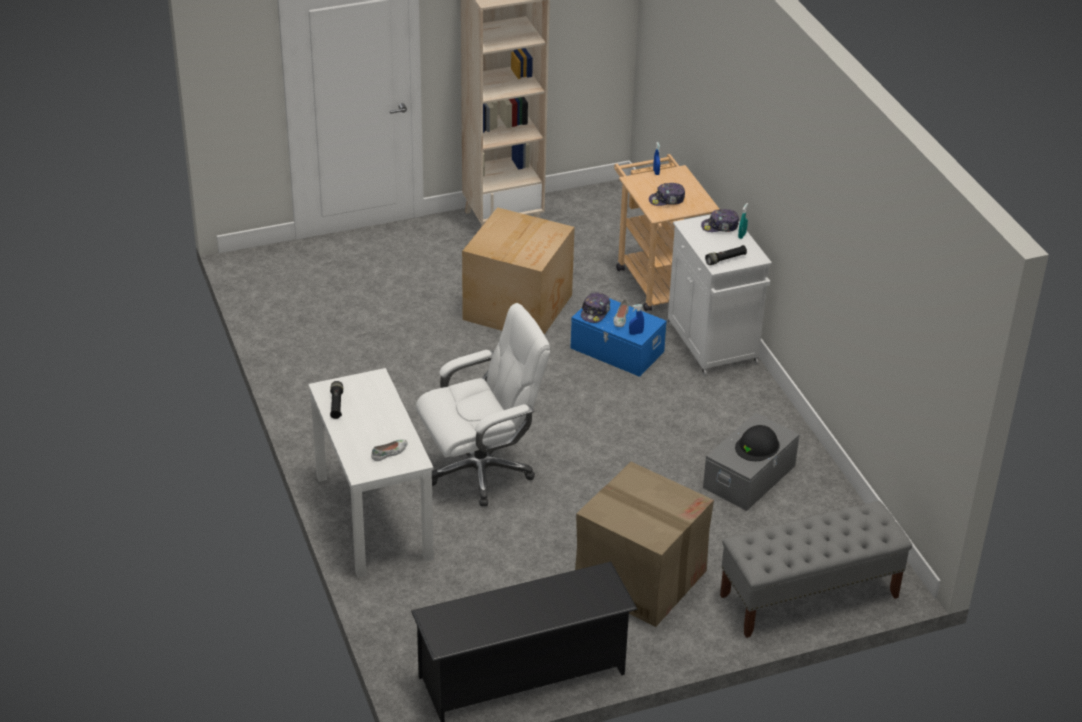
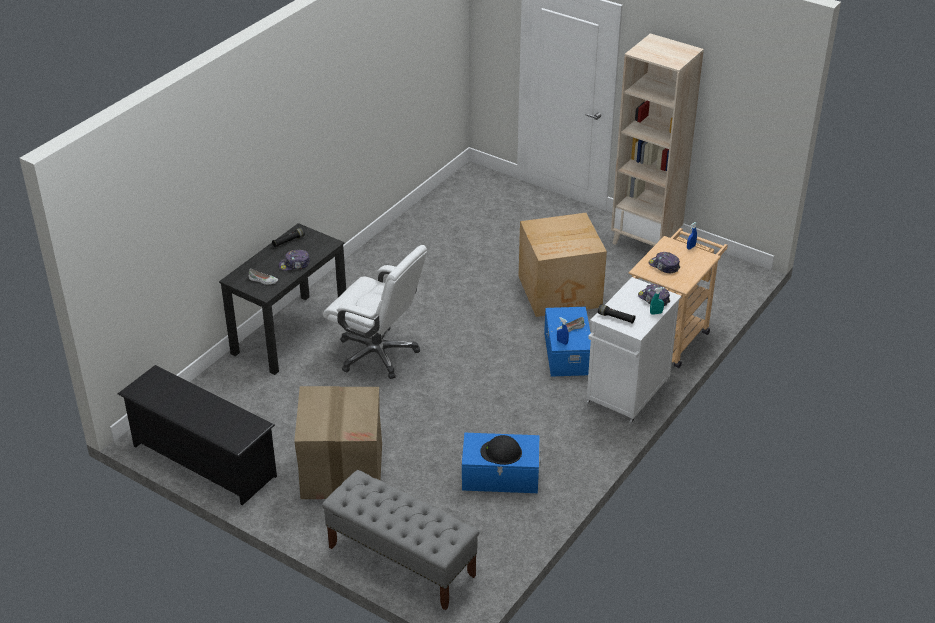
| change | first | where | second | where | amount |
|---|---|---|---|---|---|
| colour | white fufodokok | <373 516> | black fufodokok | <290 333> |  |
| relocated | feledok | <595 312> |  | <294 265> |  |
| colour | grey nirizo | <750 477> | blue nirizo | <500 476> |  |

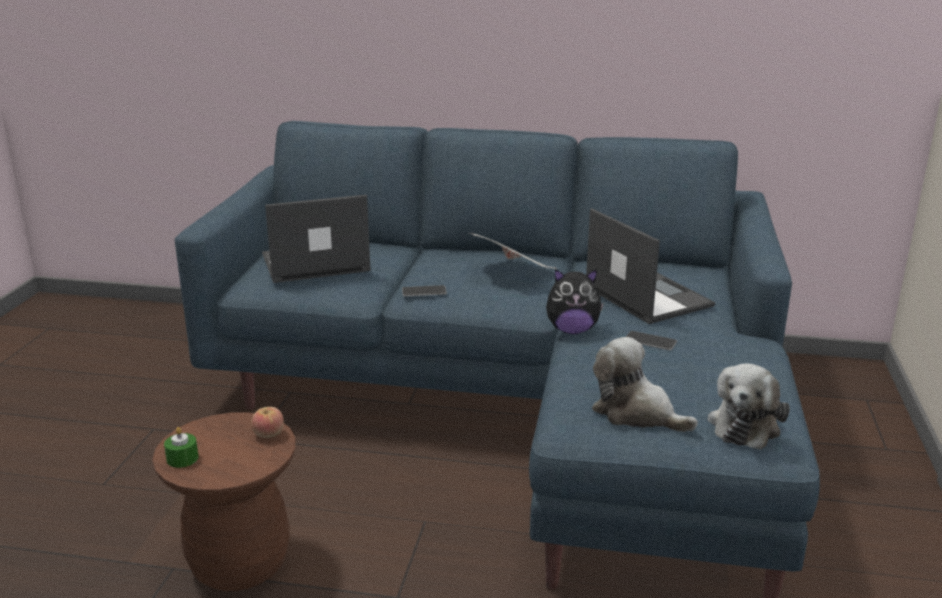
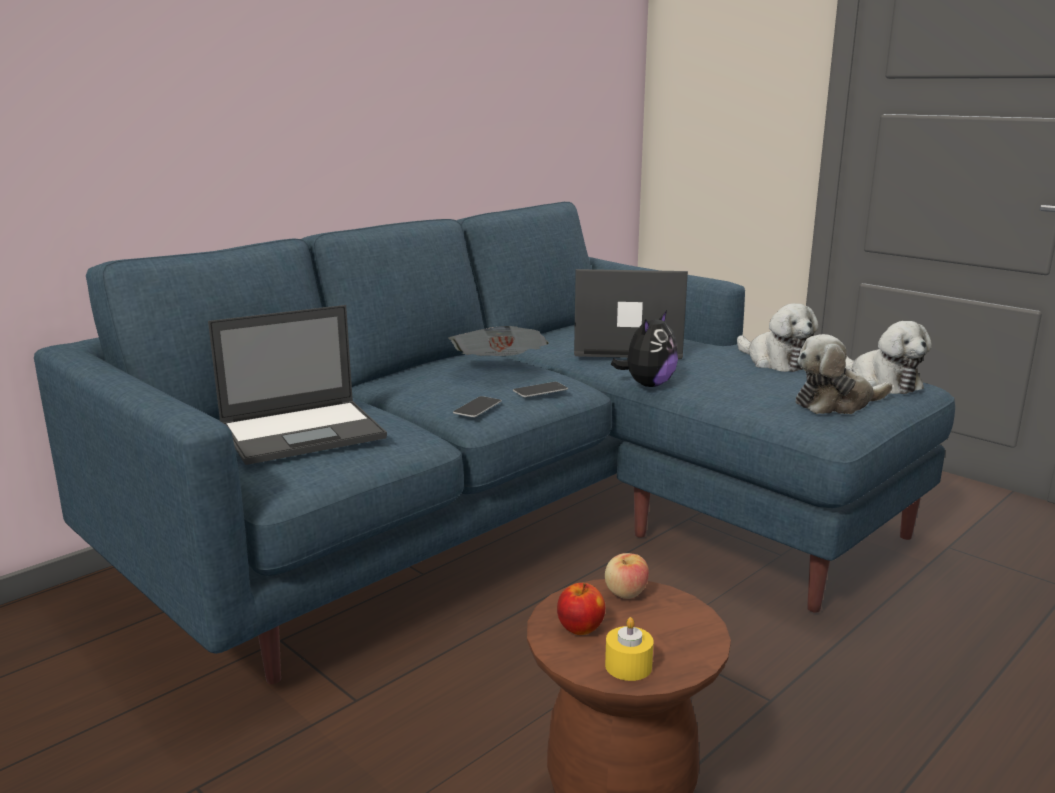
| change | first | where | second | where | amount |
|---|---|---|---|---|---|
| colour | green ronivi | <182 458> | yellow ronivi | <628 666> |  |
| spun | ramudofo | <314 263> |  | <304 432> | 135 degrees counterclockwise |
| relocated | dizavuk | <650 341> |  | <540 390> |  |
| appeared |  |  | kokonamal | <580 628> |  |
| appeared |  |  | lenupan | <775 361> |  |

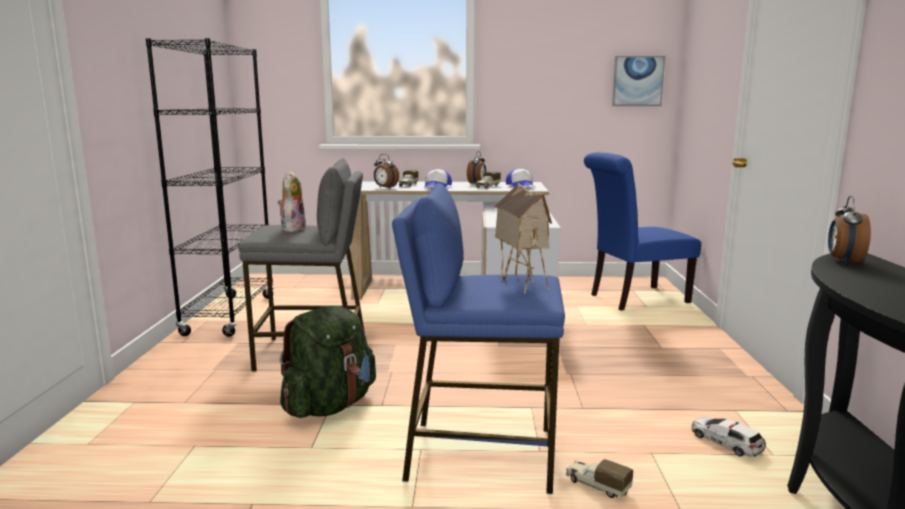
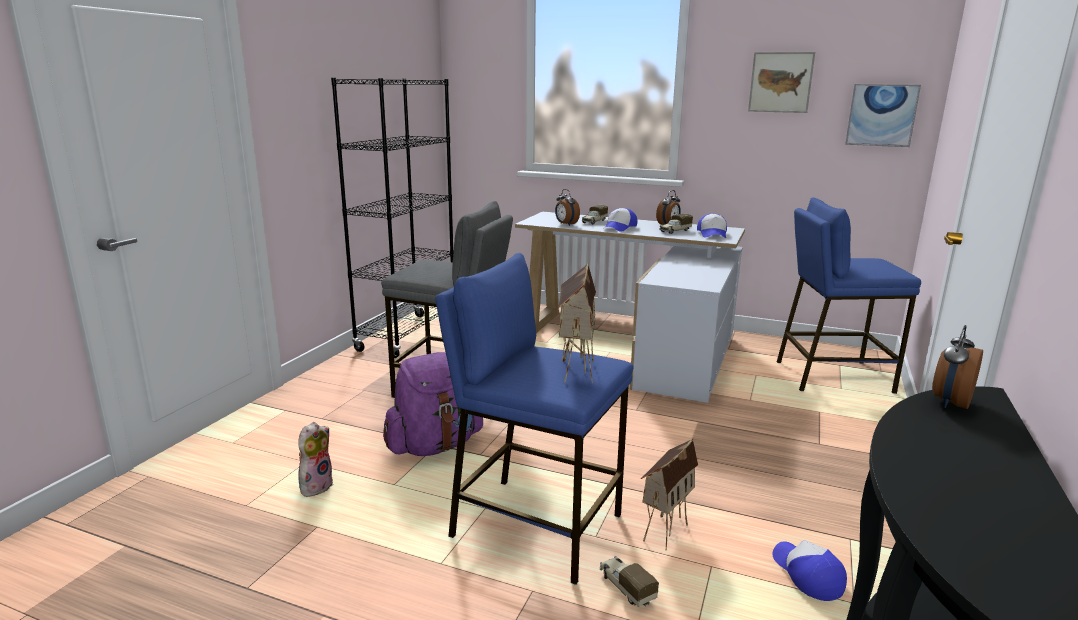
| change | first | where | second | where | amount |
|---|---|---|---|---|---|
| relocated | lenupan | <292 229> |  | <316 485> |  |
| colour | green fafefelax | <330 406> | purple fafefelax | <434 446> |  |
| exchanged | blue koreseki | <633 298> | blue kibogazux | <832 376> |  |
| exchanged | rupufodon | <725 442> | feledok | <807 574> |  |
| appeared |  |  | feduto | <664 528> |  |
| appeared |  |  | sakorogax | <780 82> |  |

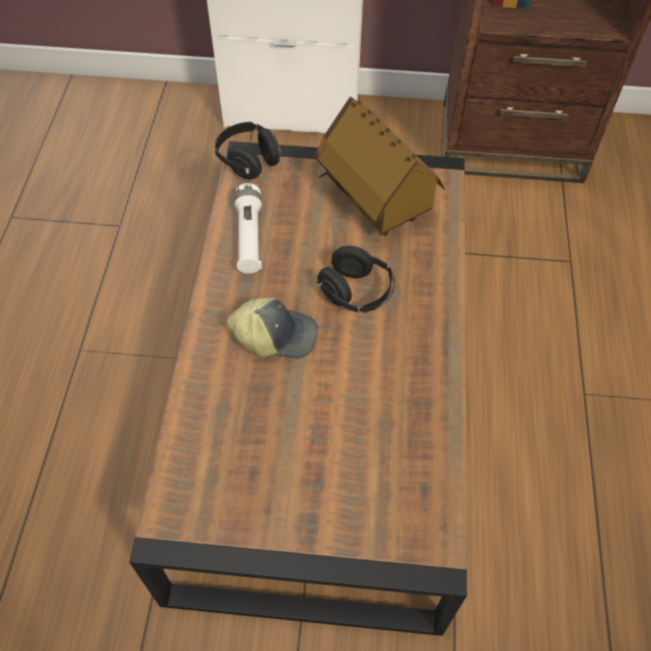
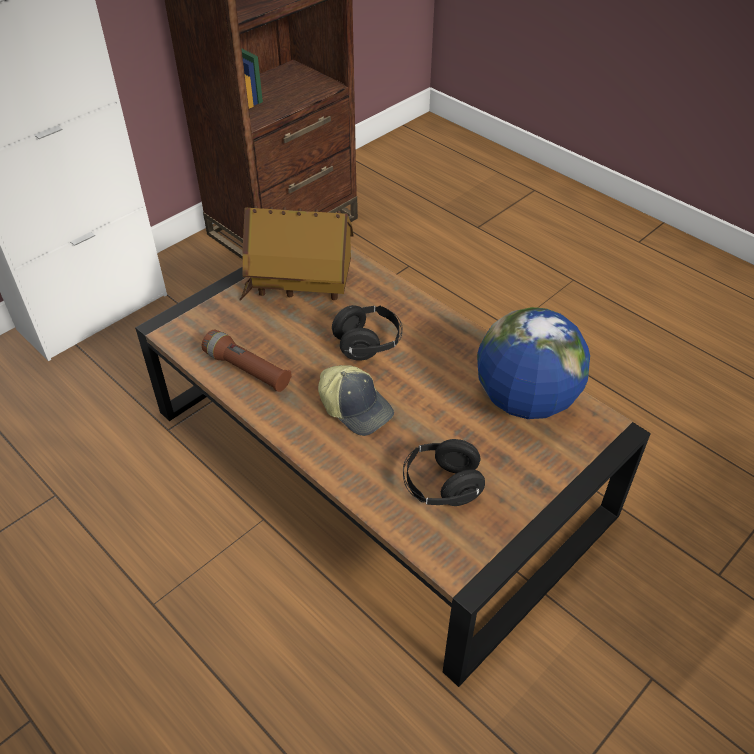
| change | first | where | second | where | amount |
|---|---|---|---|---|---|
| relocated | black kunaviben | <248 161> |  | <441 486> |  |
| spun | feledok | <275 335> |  | <356 408> | 90 degrees clockwise |
| colour | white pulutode | <249 236> | brown pulutode | <247 370> |  |
| appeared |  |  | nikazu | <525 401> |  |

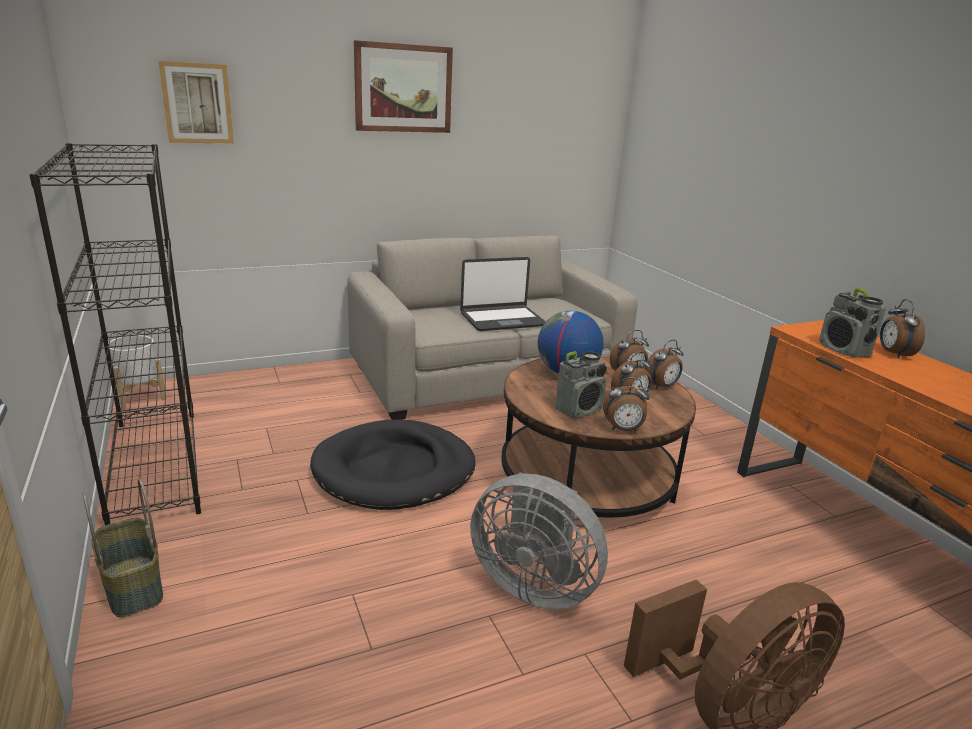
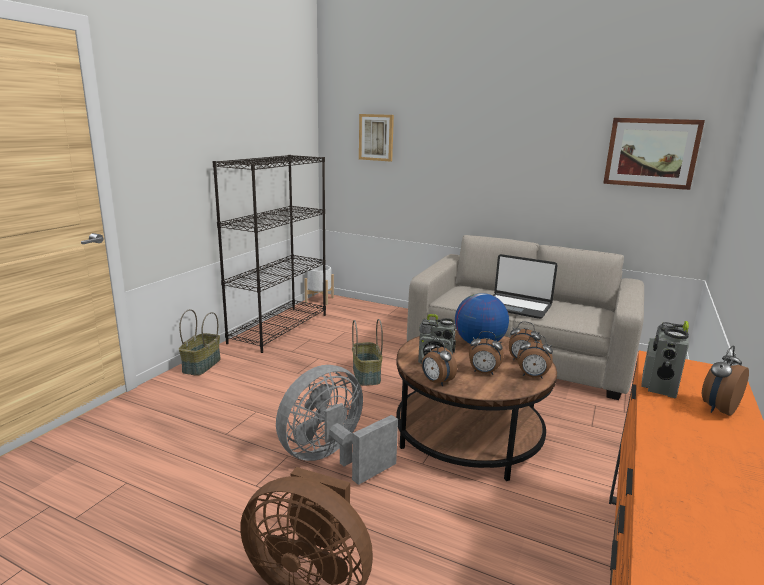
| change | first | where | second | where | amount |
|---|---|---|---|---|---|
| exchanged | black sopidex | <394 470> | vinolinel | <367 375> |  |
| relocated | sakorogax | <403 88> |  | <651 153> |  |
| spun | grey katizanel | <534 584> |  | <332 459> | 60 degrees clockwise |

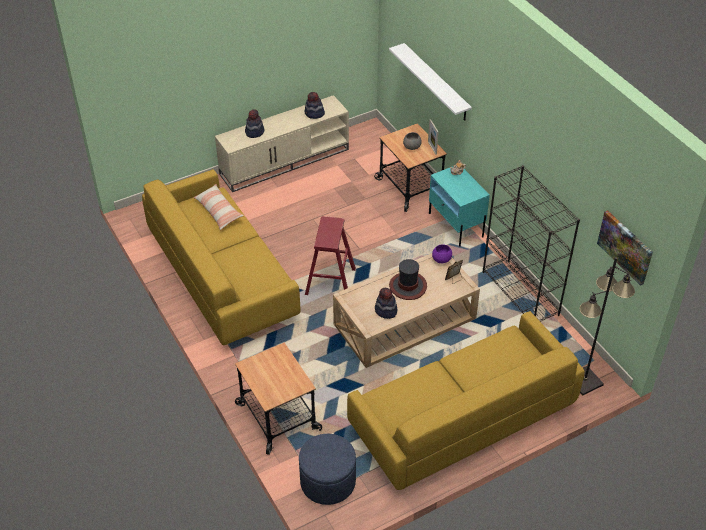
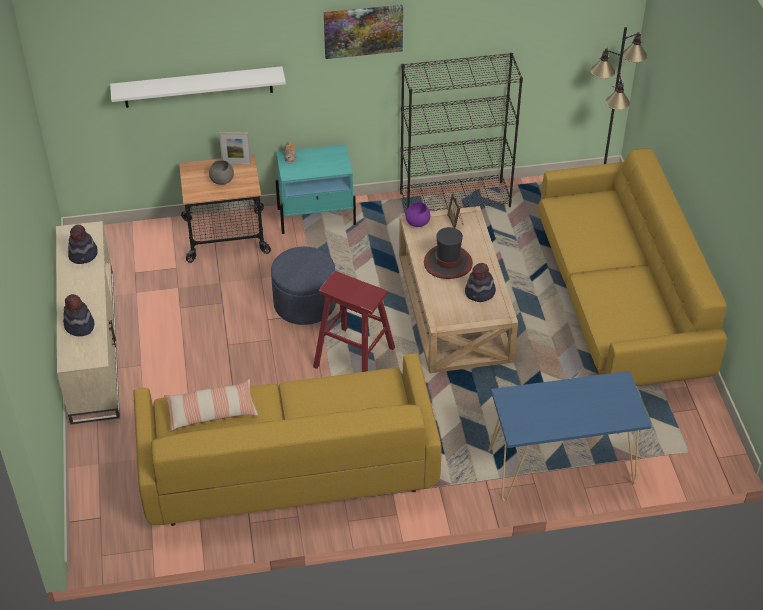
| change | first | where | second | where | amount |
|---|---|---|---|---|---|
| exchanged | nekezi | <277 417> | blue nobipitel | <560 466> |  |
| relocated | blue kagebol | <328 481> |  | <305 303> |  |
| relocated | sakorogax | <625 247> |  | <363 30> |  |

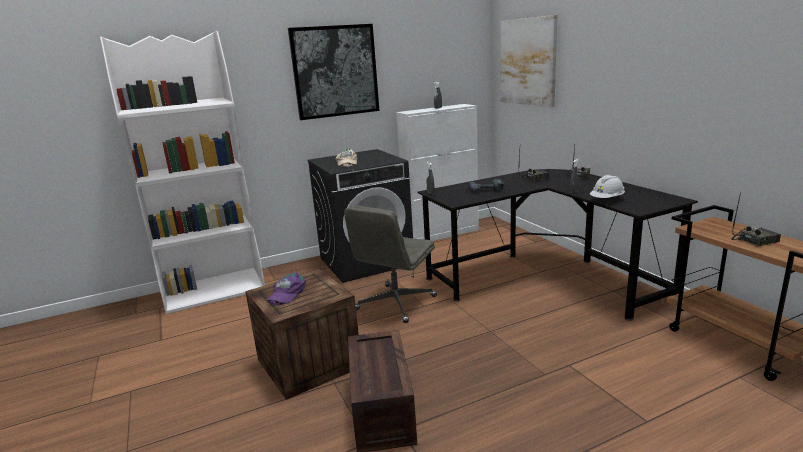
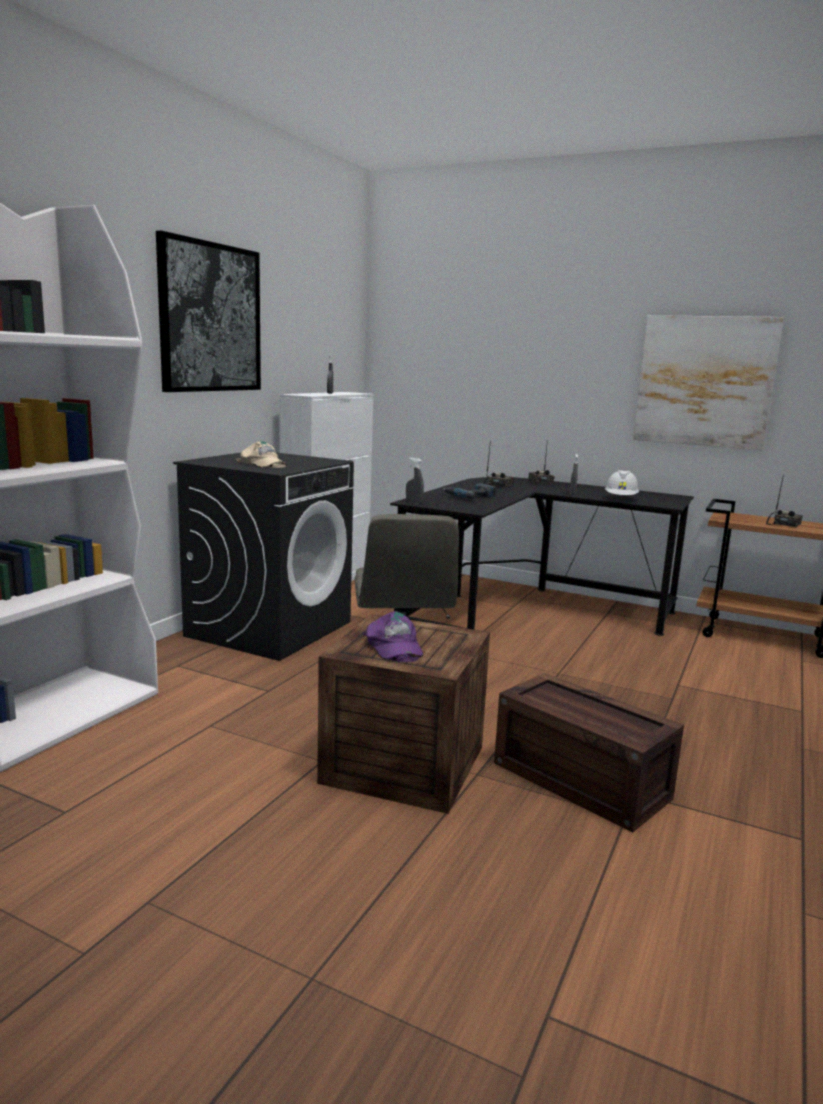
| change | first | where | second | where | amount |
|---|---|---|---|---|---|
| relocated | sakorogax | <528 62> |  | <704 381> |  |

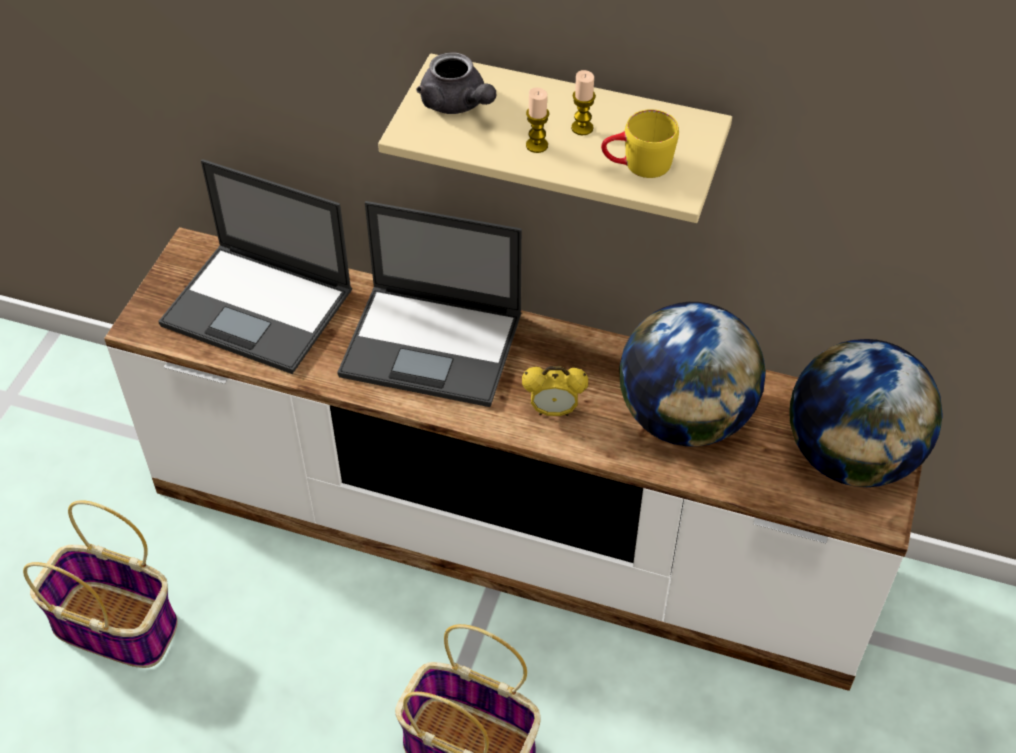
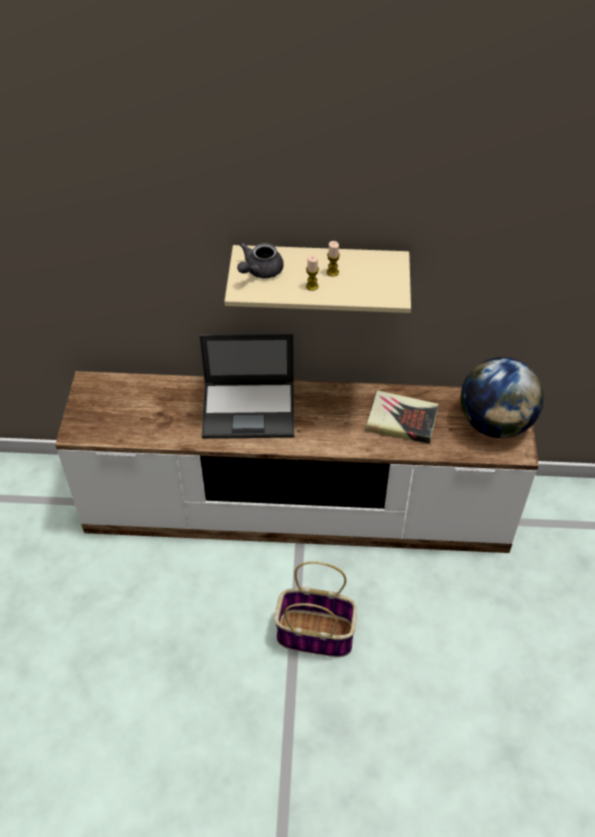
| change | first | where | second | where | amount |
|---|---|---|---|---|---|
| missing | vinolinel | <118 625> |  |  |  |
| missing | ramudofo | <259 308> |  |  |  |
| spun | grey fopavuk | <457 104> |  | <260 271> | 90 degrees clockwise |
| missing | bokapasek | <553 411> |  |  |  |
| missing | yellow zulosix | <637 165> |  |  |  |
| exchanged | nikazu | <685 417> | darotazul | <401 421> |  |

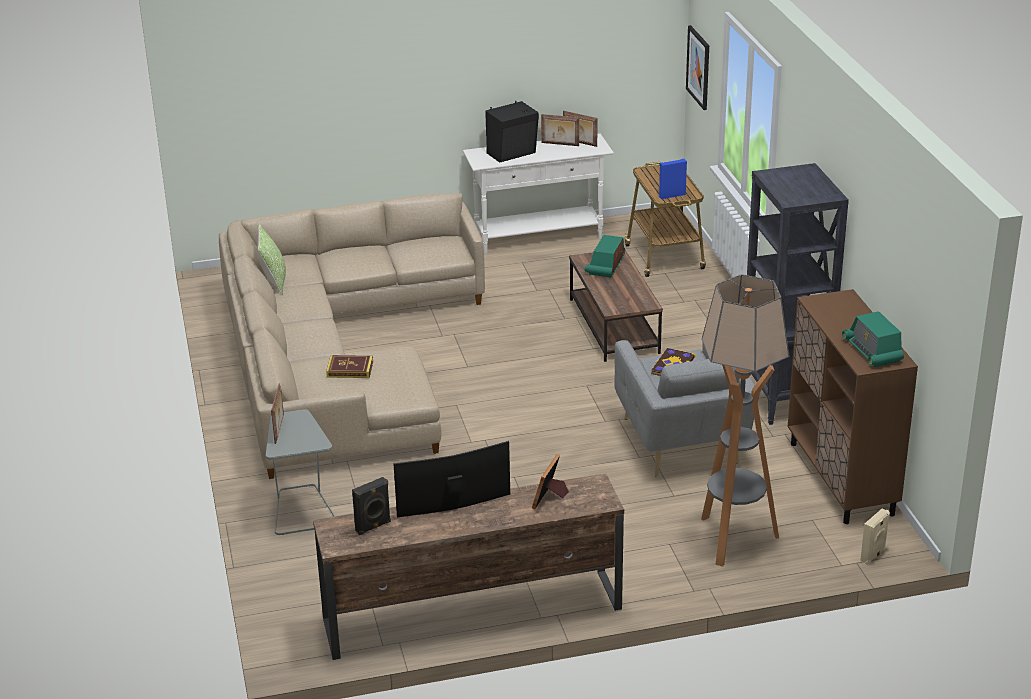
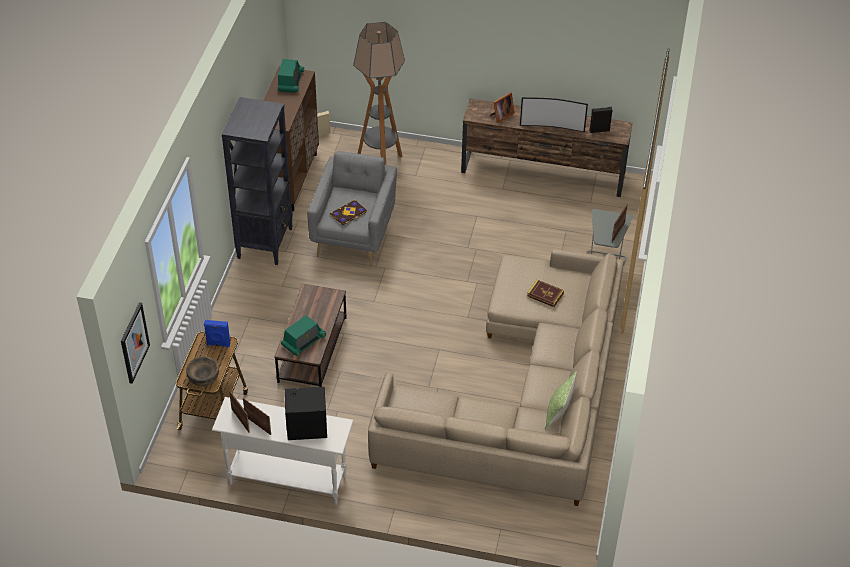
| change | first | where | second | where | amount |
|---|---|---|---|---|---|
| appeared |  |  | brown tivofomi | <203 377> |  |

